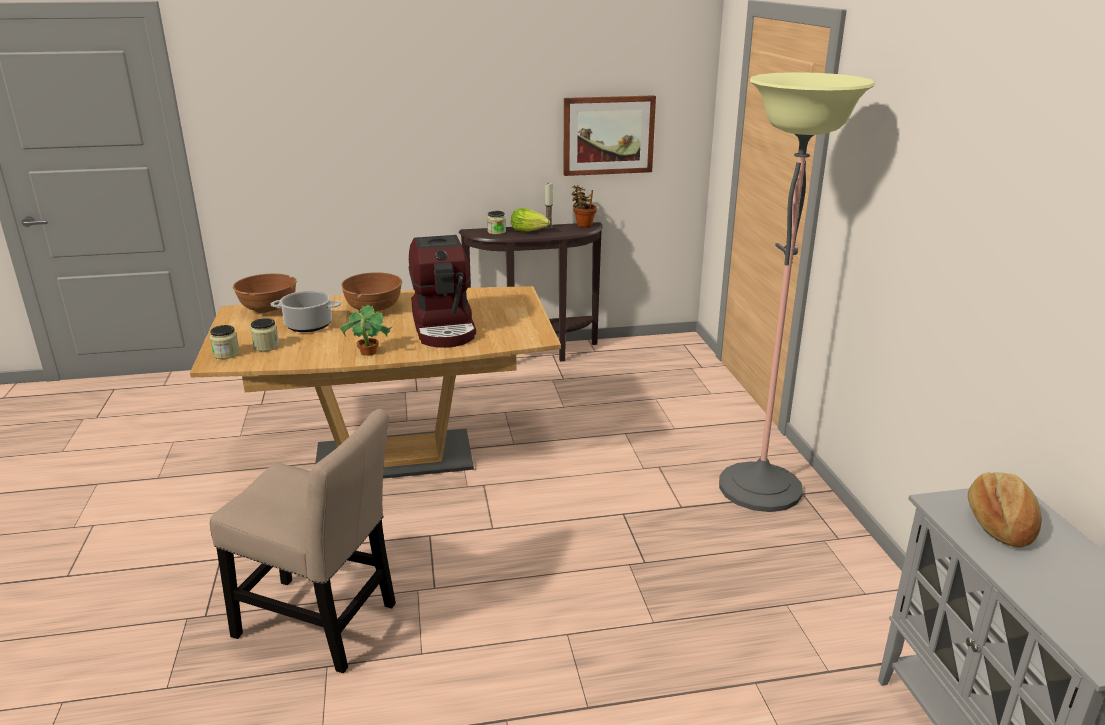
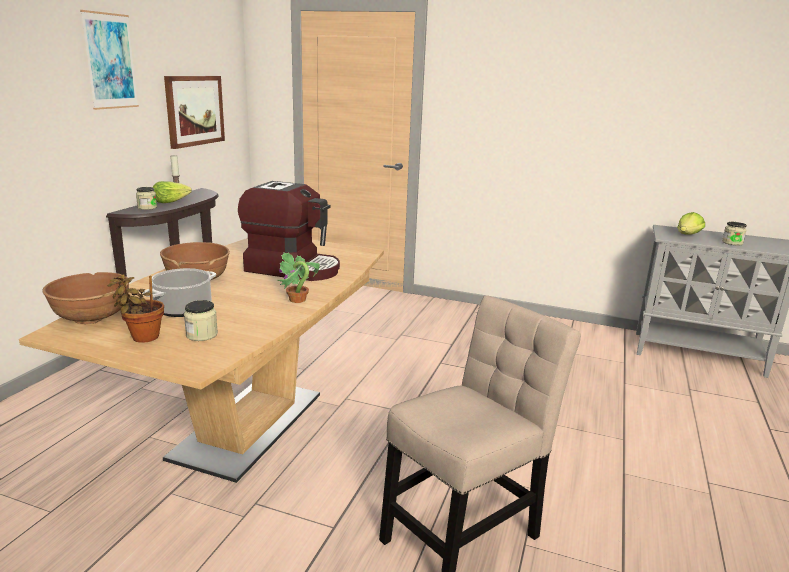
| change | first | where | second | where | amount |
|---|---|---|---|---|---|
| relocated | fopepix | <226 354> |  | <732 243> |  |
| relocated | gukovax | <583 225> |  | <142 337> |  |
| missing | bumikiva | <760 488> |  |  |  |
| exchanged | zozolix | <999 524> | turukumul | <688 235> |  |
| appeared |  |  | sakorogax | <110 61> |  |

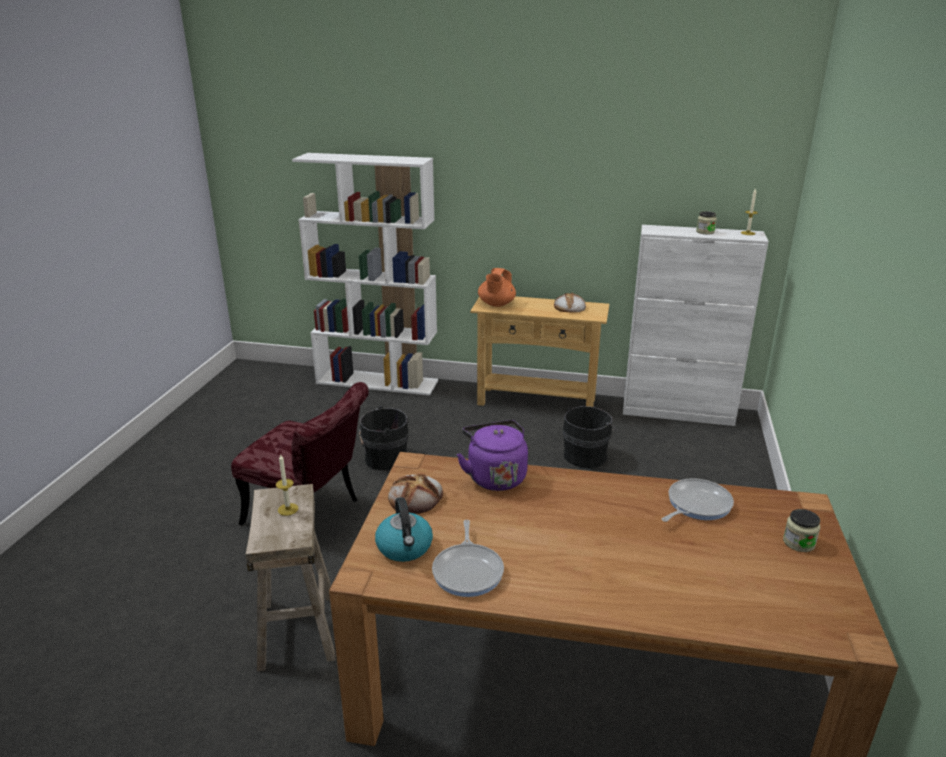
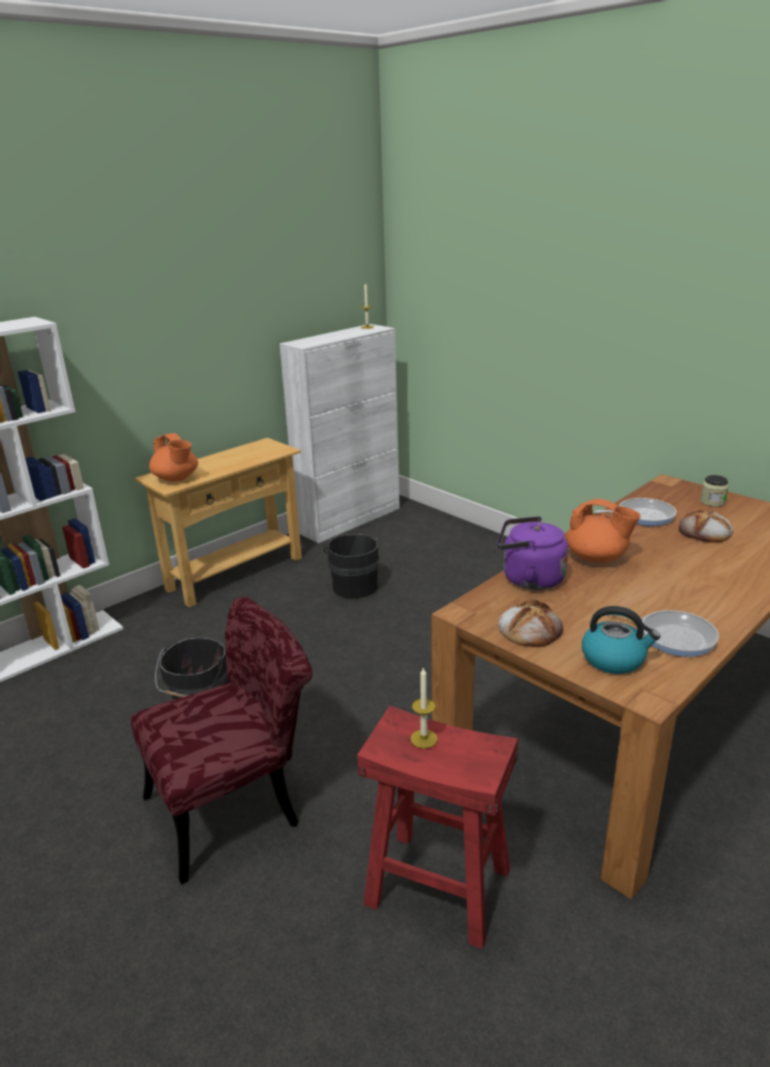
| change | first | where | second | where | amount |
|---|---|---|---|---|---|
| colour | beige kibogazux | <296 629> | red kibogazux | <437 887> |  |
| relocated | zozolix | <569 307> |  | <705 532> |  |
| spun | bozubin | <696 505> |  | <642 516> | 90 degrees clockwise |
| missing | fopepix | <705 232> |  |  |  |
| appeared |  |  | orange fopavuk | <597 558> |  |

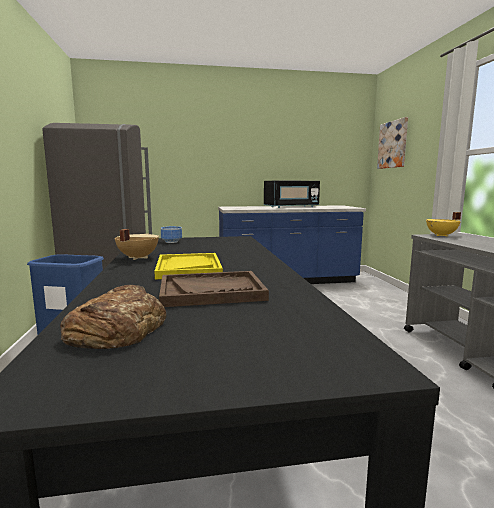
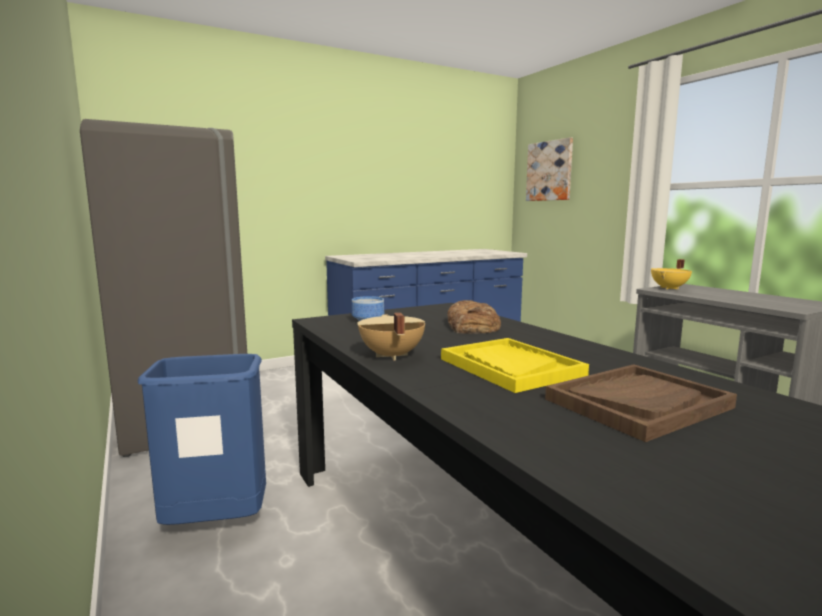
| change | first | where | second | where | amount |
|---|---|---|---|---|---|
| relocated | zozolix | <117 328> |  | <471 326> |  |
| missing | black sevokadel | <292 207> |  |  |  |

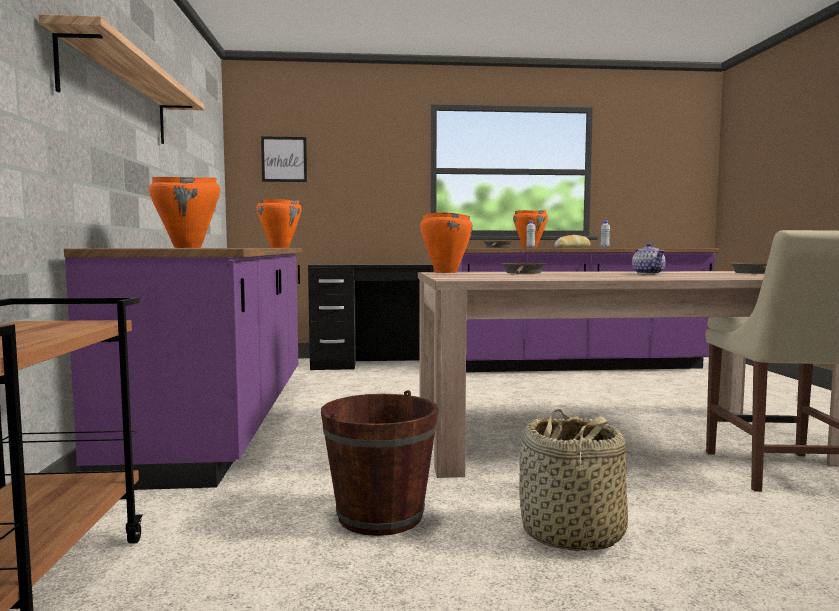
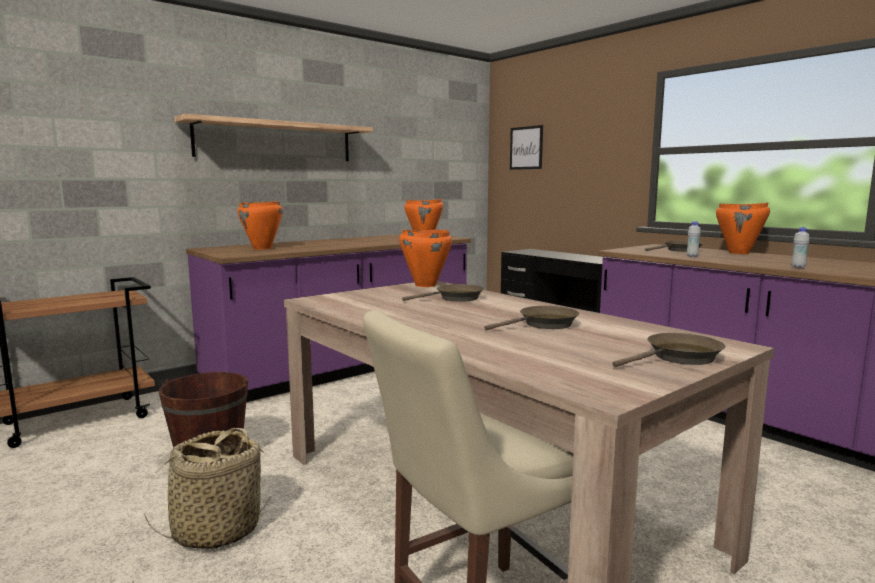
| change | first | where | second | where | amount |
|---|---|---|---|---|---|
| missing | zozolix | <572 247> |  |  |  |
| exchanged | fopavuk | <648 273> | brown bozubin | <544 324> |  |

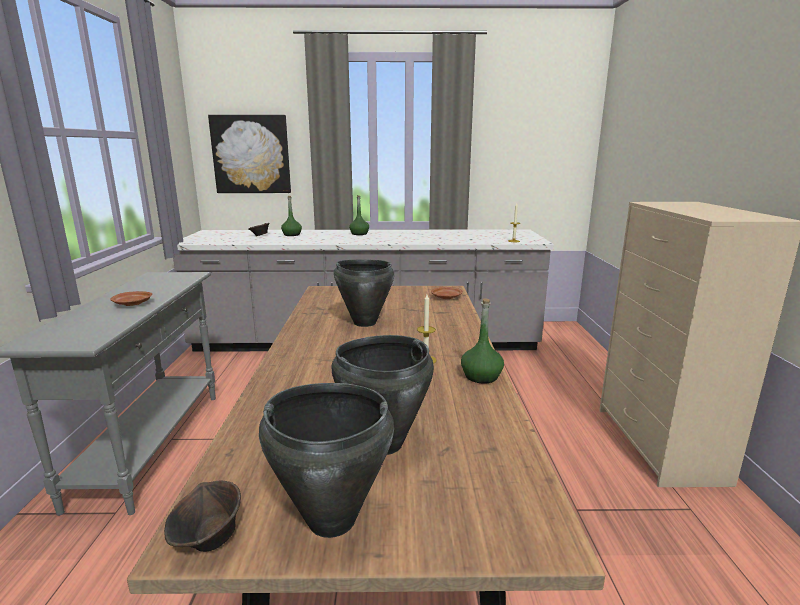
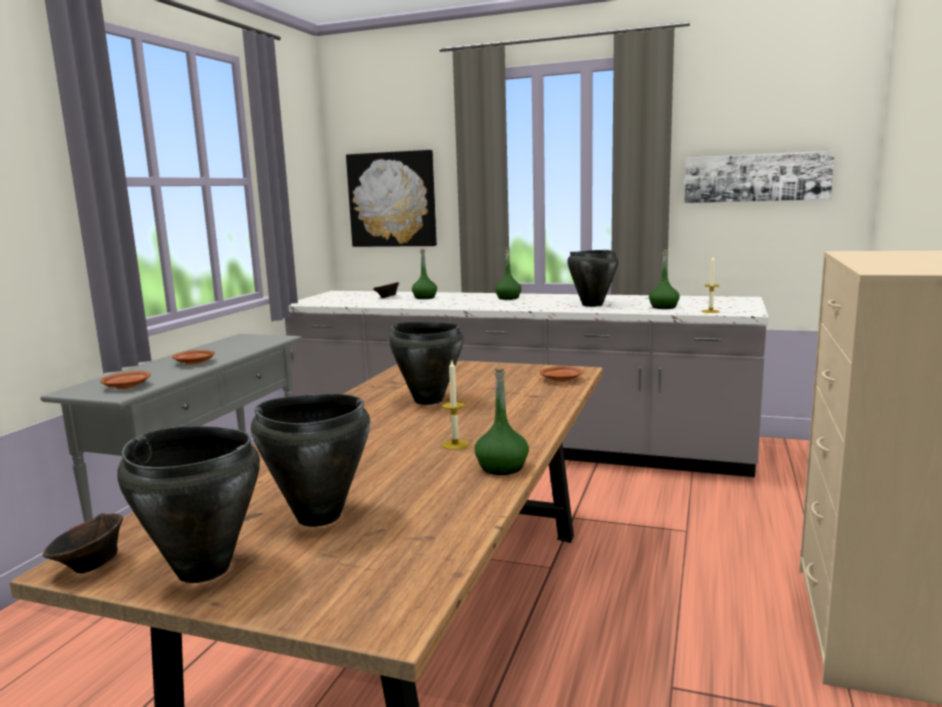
| change | first | where | second | where | amount |
|---|---|---|---|---|---|
| appeared |  |  | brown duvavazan | <127 386> |  |
| appeared |  |  | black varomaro | <591 305> |  |
| appeared |  |  | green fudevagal | <664 307> |  |
| appeared |  |  | sakorogax | <756 177> |  |

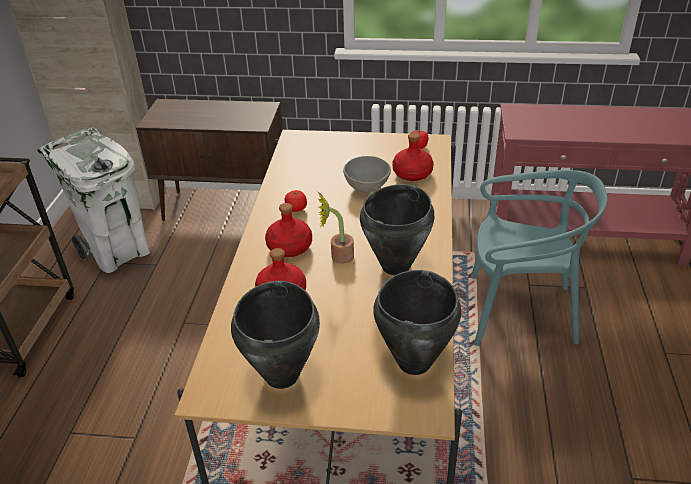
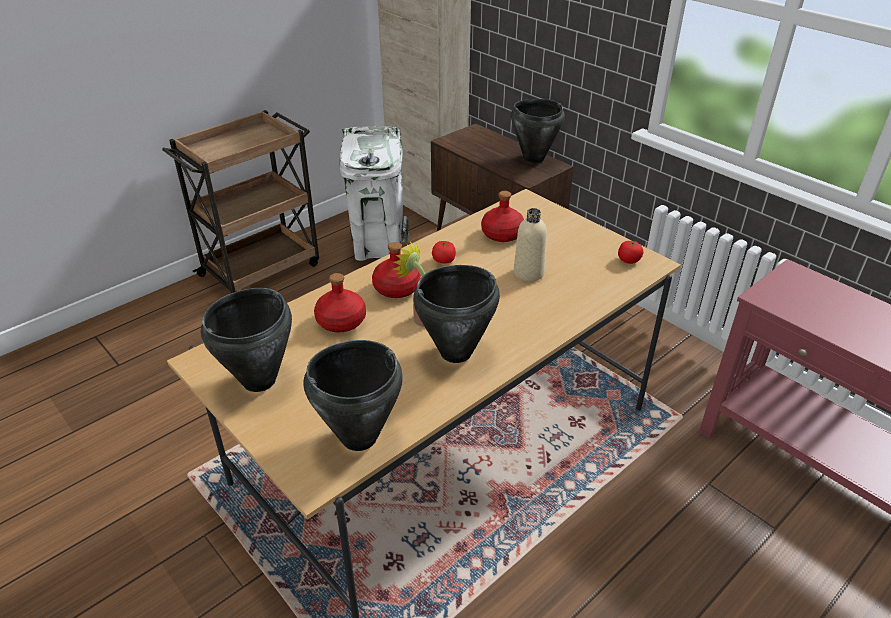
| change | first | where | second | where | amount |
|---|---|---|---|---|---|
| exchanged | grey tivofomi | <367 187> | beige fudevagal | <528 273> |  |
| relocated | red fudevagal | <412 173> |  | <502 234> |  |
| missing | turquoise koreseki | <519 312> |  |  |  |
| appeared |  |  | black varomaro | <533 158> |  |

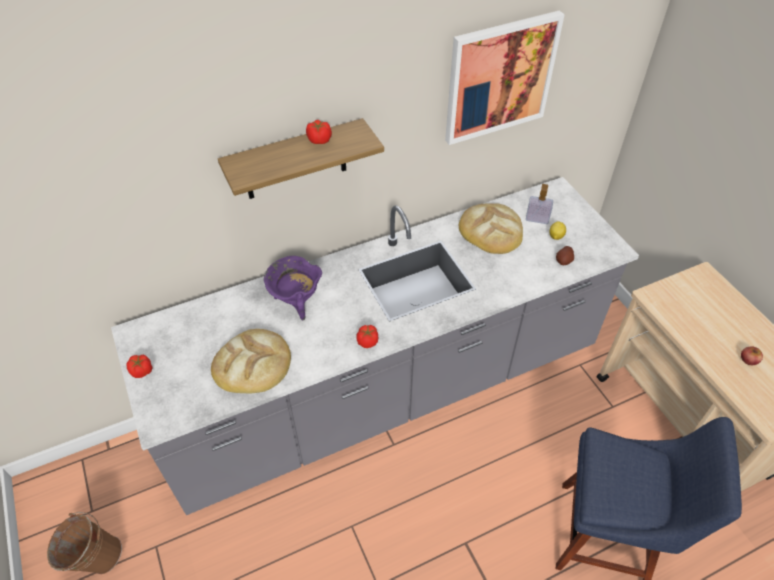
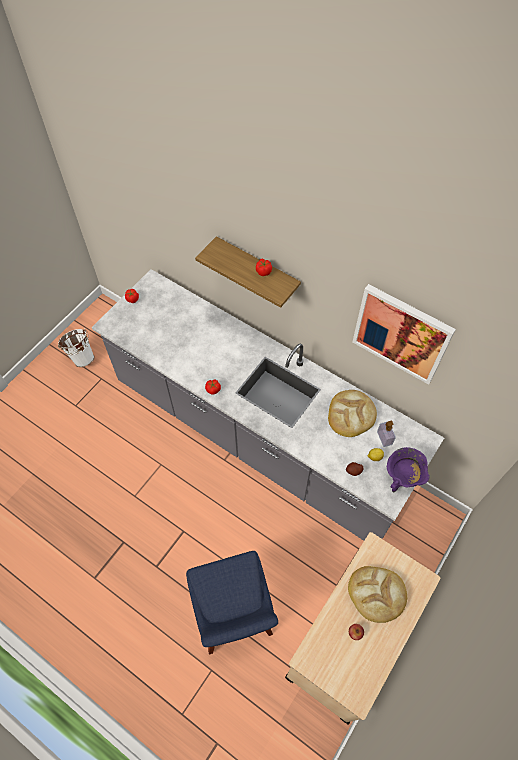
| change | first | where | second | where | amount |
|---|---|---|---|---|---|
| colour | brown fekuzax | <94 559> | white fekuzax | <81 357> |  |
| relocated | zozolix | <253 364> |  | <377 594> |  |
| relocated | purple varomaro | <296 302> |  | <402 478> |  |

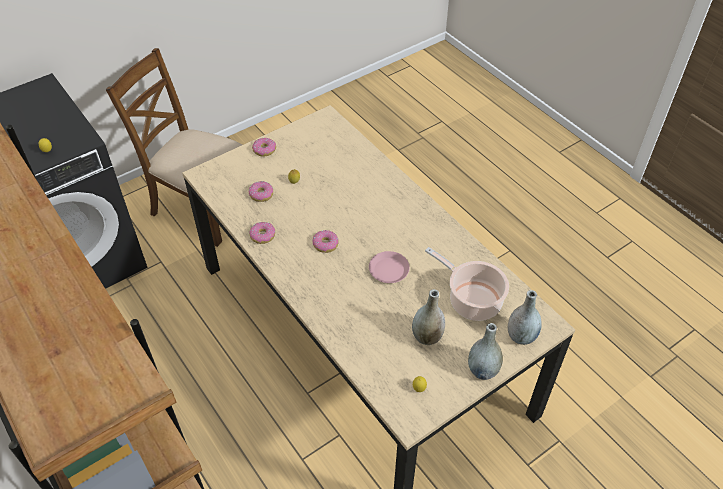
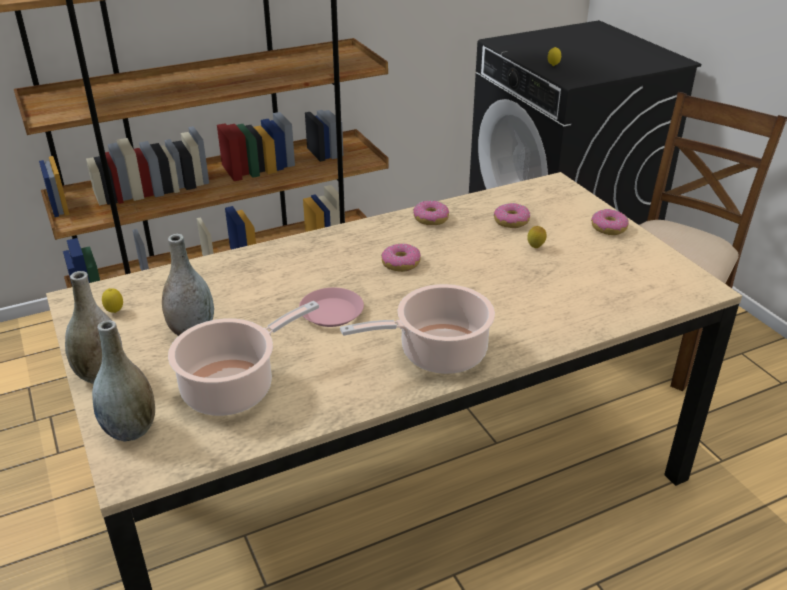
| change | first | where | second | where | amount |
|---|---|---|---|---|---|
| appeared |  |  | varomaro | <437 353> |  |

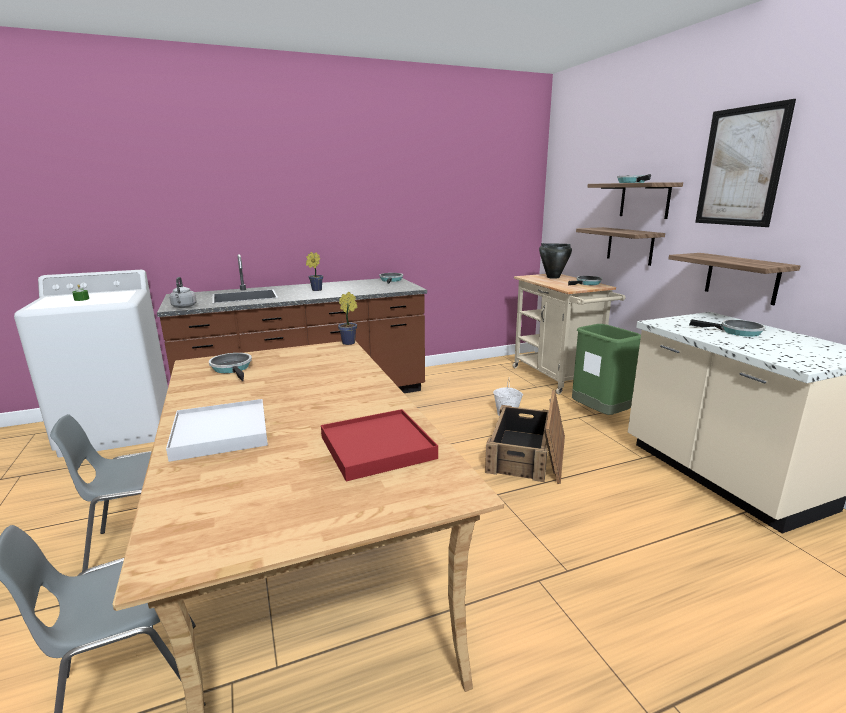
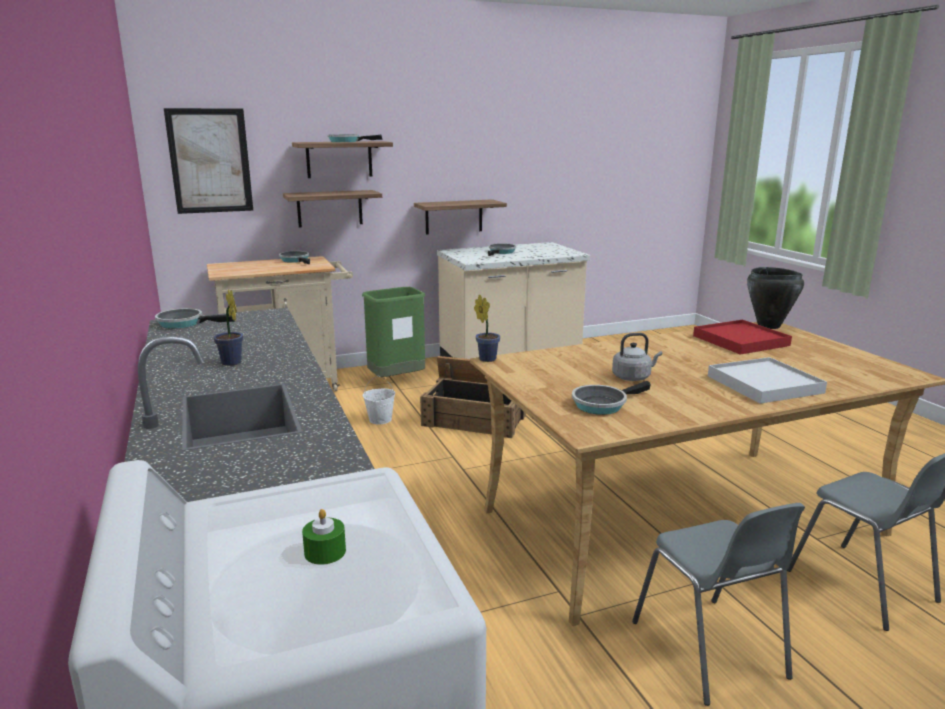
| change | first | where | second | where | amount |
|---|---|---|---|---|---|
| relocated | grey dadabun | <184 307> |  | <633 377> |  |
| relocated | black varomaro | <552 277> |  | <768 326> |  |
| relocated | sakorogax | <741 167> |  | <210 161> |  |

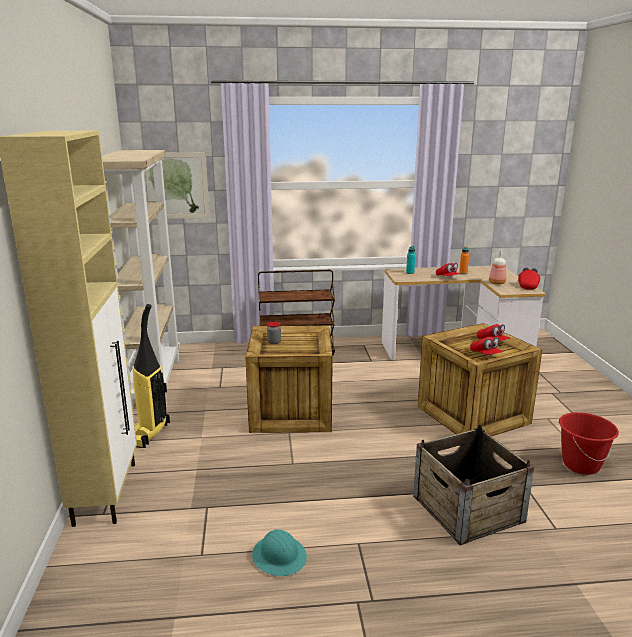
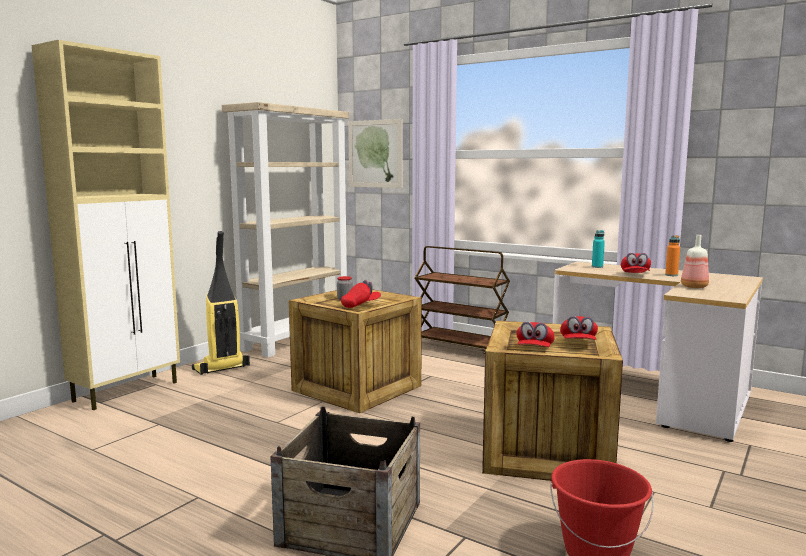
| change | first | where | second | where | amount |
|---|---|---|---|---|---|
| missing | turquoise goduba | <279 556> |  |  |  |
| relocated | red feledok | <528 286> |  | <361 305> |  |

